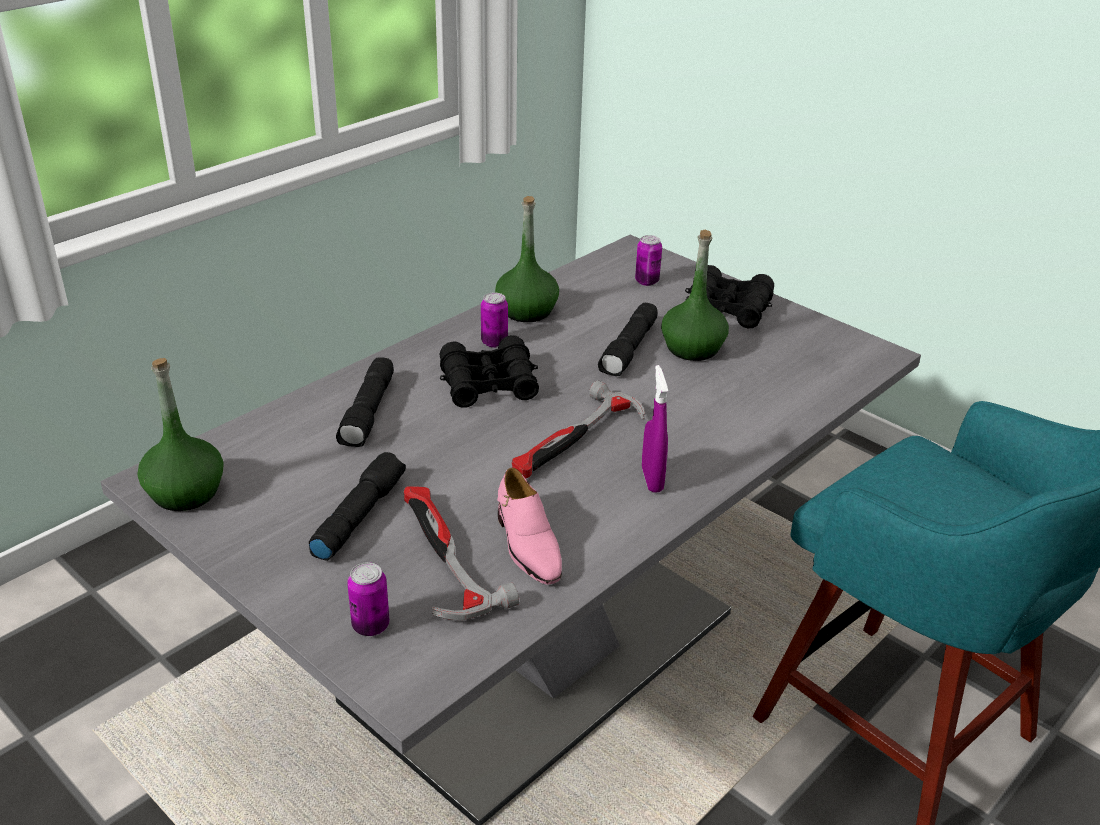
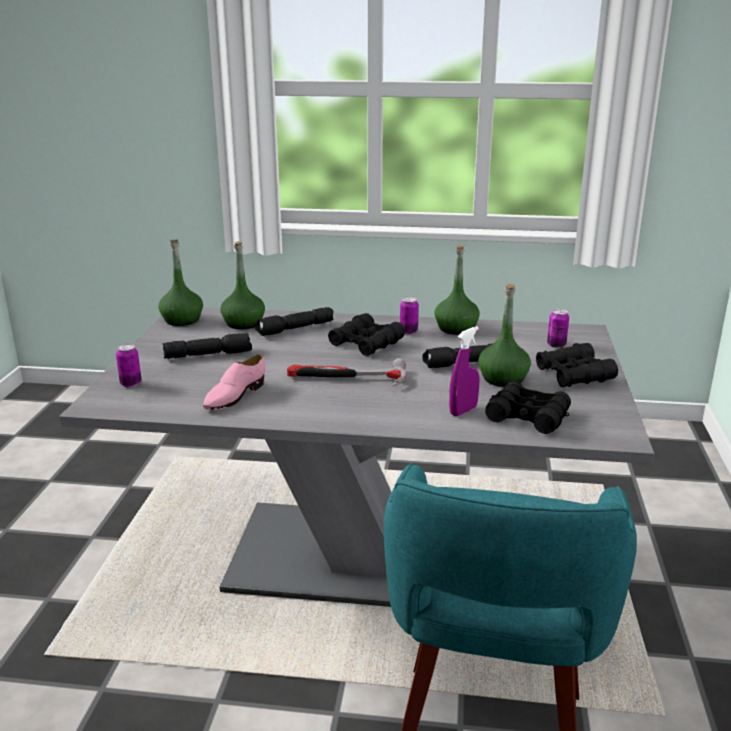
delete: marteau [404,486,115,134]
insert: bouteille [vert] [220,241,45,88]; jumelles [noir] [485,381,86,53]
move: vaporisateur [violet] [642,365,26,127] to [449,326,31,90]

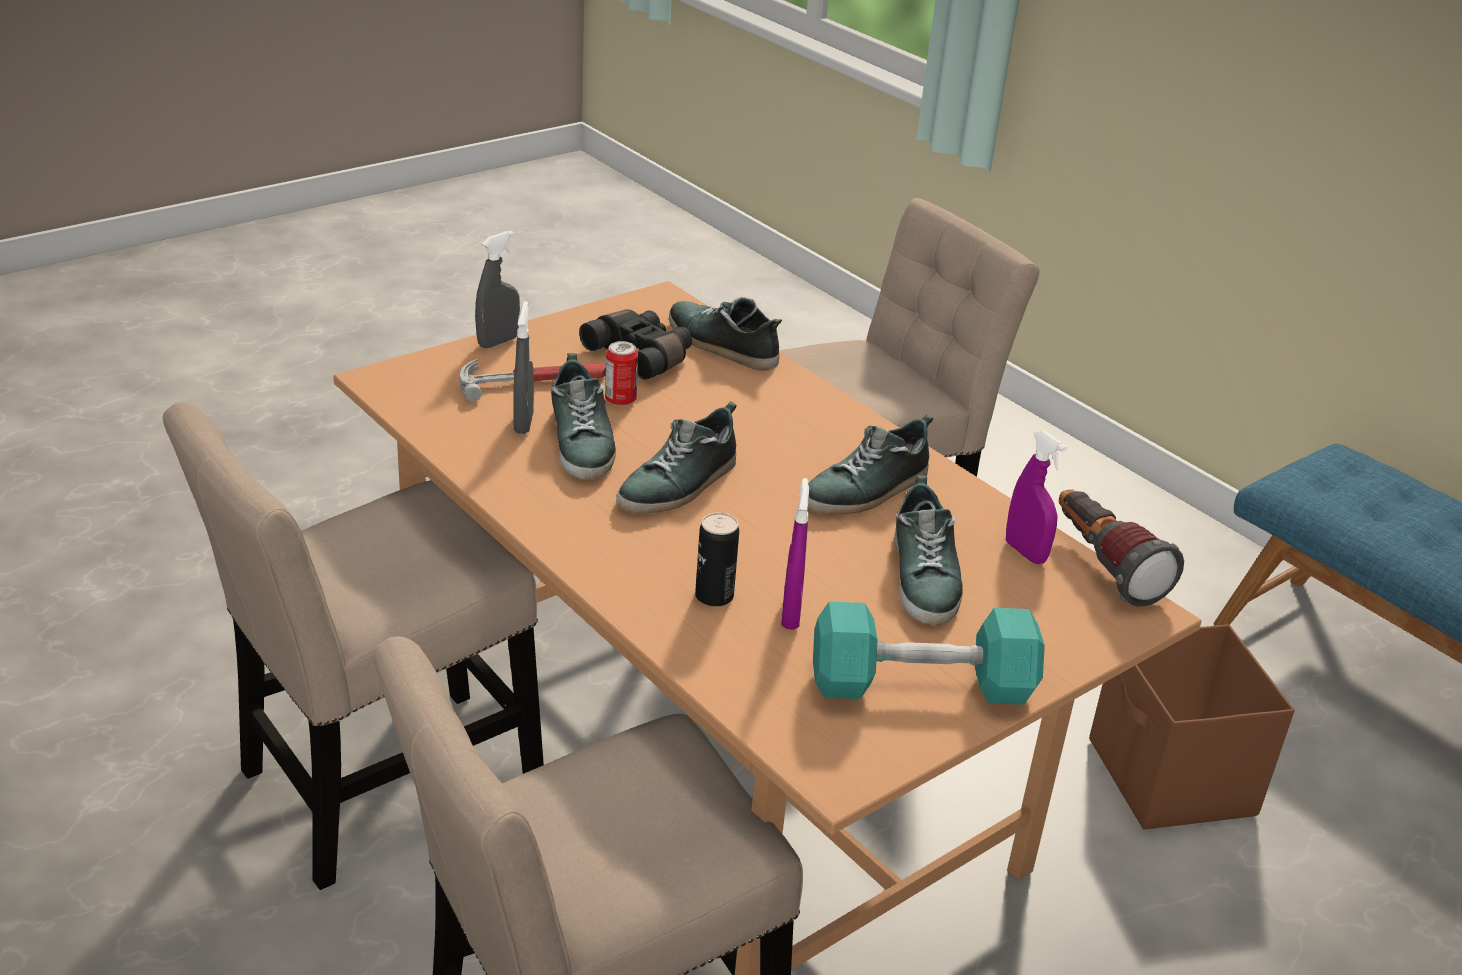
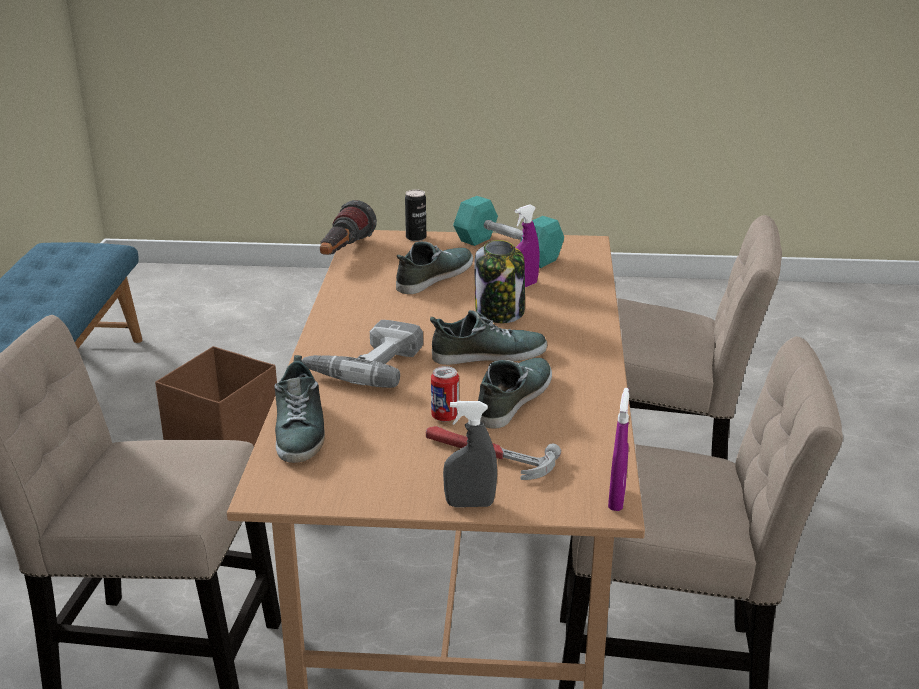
delete: vaporisateur [gris] [513,301,21,133]; jumelles [noir] [579,309,113,71]; chaussure [808,414,125,100]
insert: bocal [474,240,51,83]; perceuse [302,320,121,68]
move: vaporisateur [violet] [1006,430,61,134] to [608,388,21,123]; boîte métallique [695,512,44,95] to [405,189,21,52]

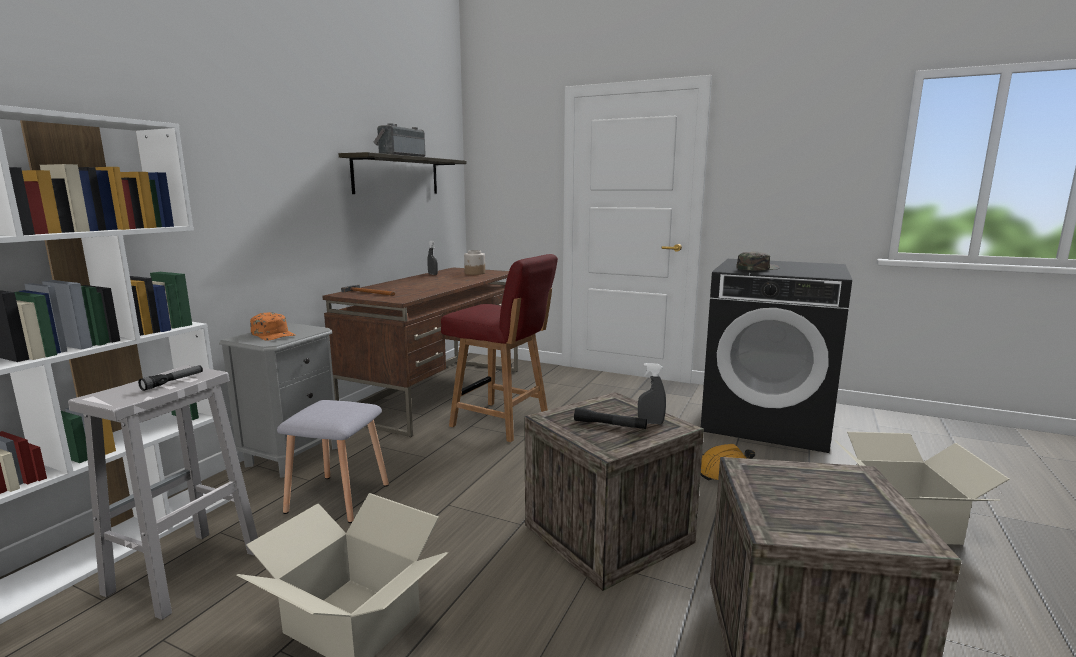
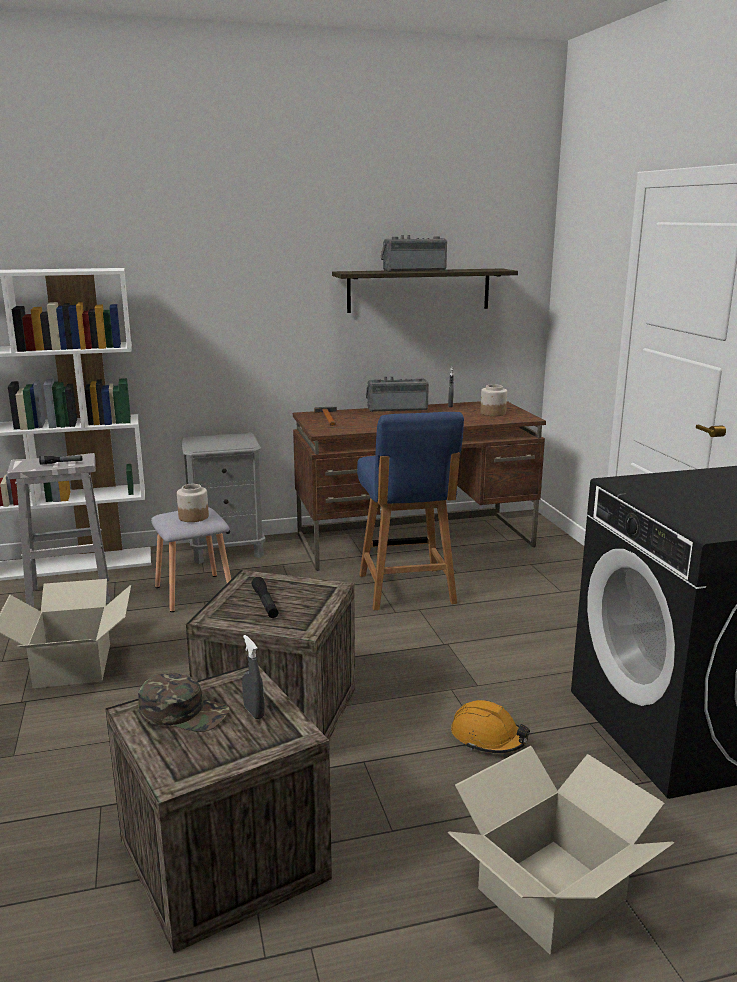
delete: casquette [orange] [250,312,45,29]
insert: radio [366,376,63,36]; bocal [177,484,32,38]
move: casquette [vert] [736,251,43,19] to [138,673,92,59]; vaporisateur [gris] [638,363,28,61] to [242,635,23,84]
recolor: chaise [rouge] [441,254,117,188] to chaise [bleu] [357,412,107,198]

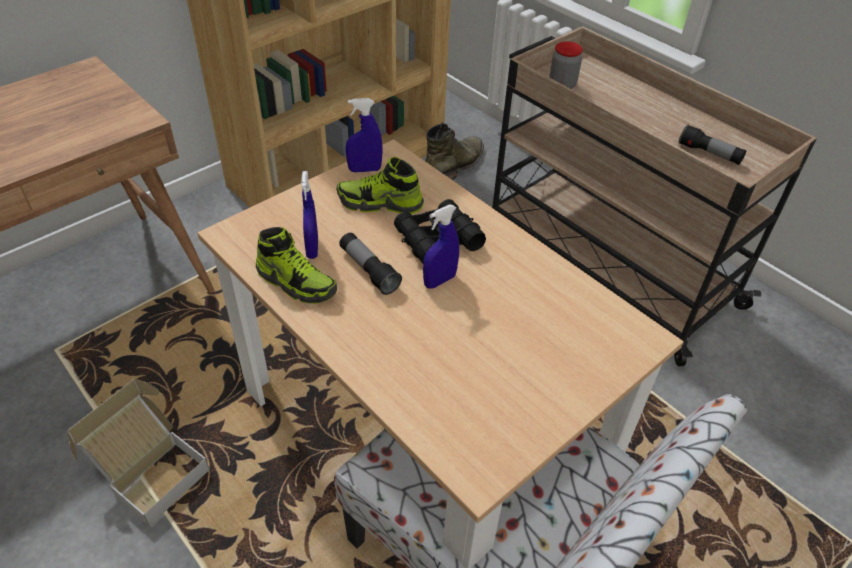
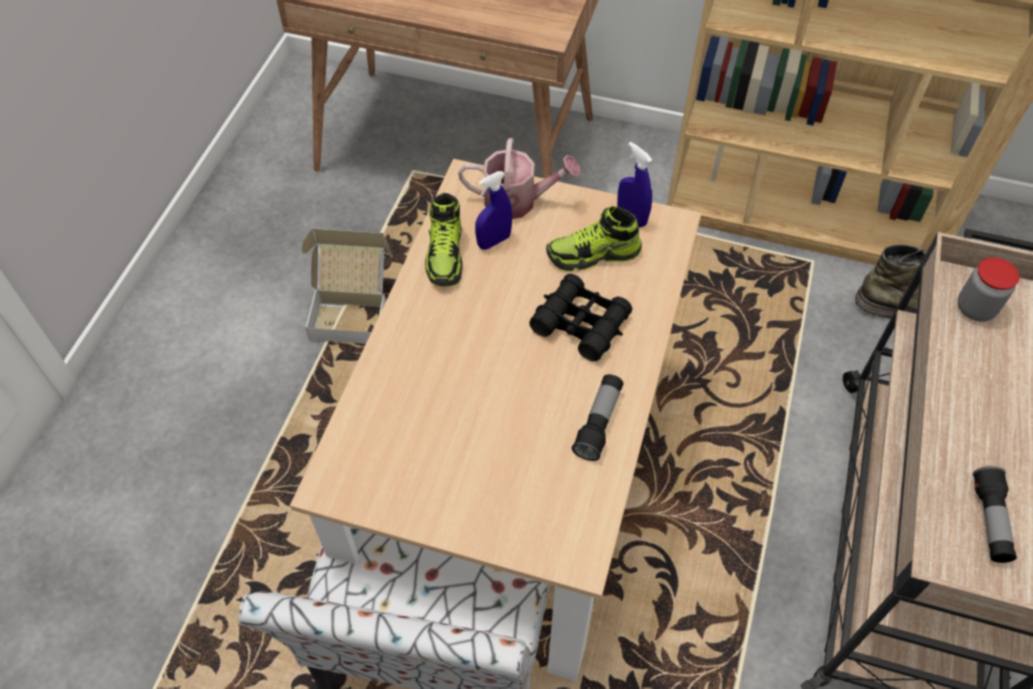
delete: vaporisateur [bleu] [423,205,36,84]
insert: arrosoir [458,138,123,81]
move: lampe de poche [339,233,63,62] to [572,374,52,87]
rotate: chaussure [336,157,88,57] = [546,206,96,65] 75 degrees counterclockwise

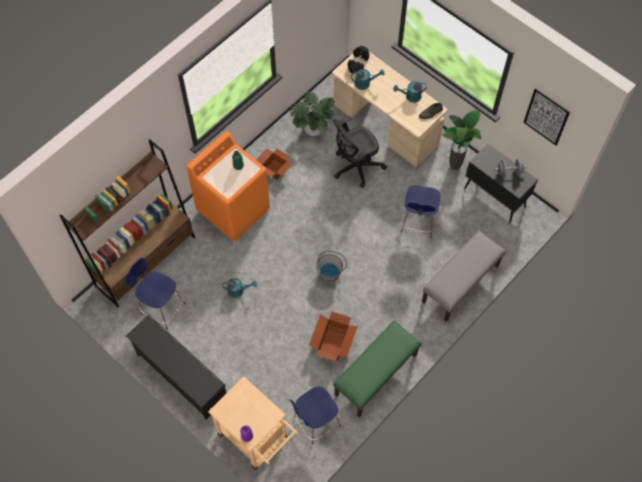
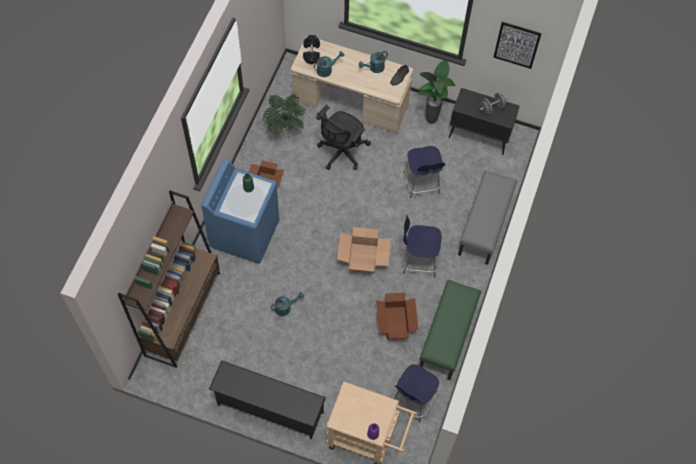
move: tabouret [bleu] [125,258,60,71] to [403,215,39,63]
replace: seau [gris] [316,251,32,32] to carton [337,227,54,46]
recolor: lave-linge [orange] [187,131,83,110] to lave-linge [bleu] [201,159,78,105]

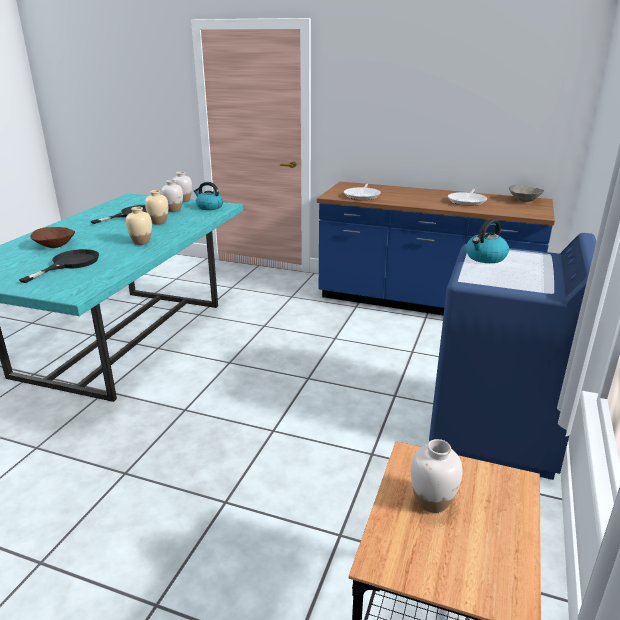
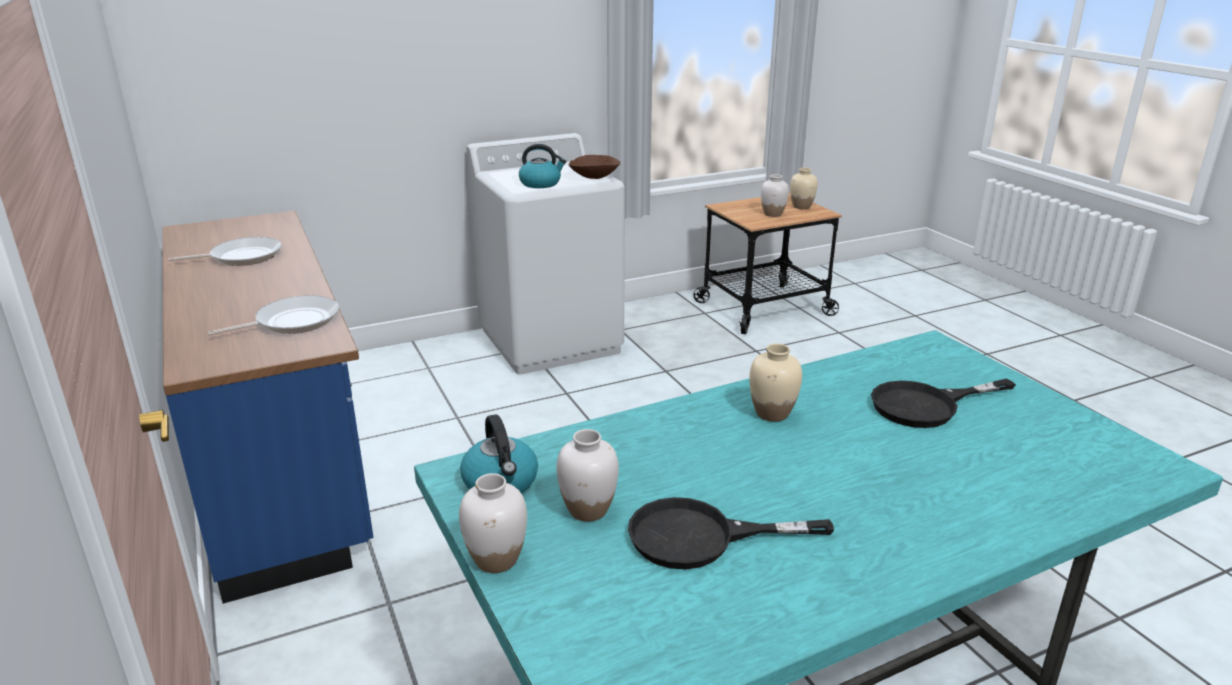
delete: bol [gris] [509,185,35,17]
move: vase [beige] [145,190,23,35] to [790,168,28,41]; bol [marron] [30,227,45,21] to [569,155,51,24]
recolor: lave-linge [bleu] [429,233,167,247] to lave-linge [blanc] [466,133,159,242]

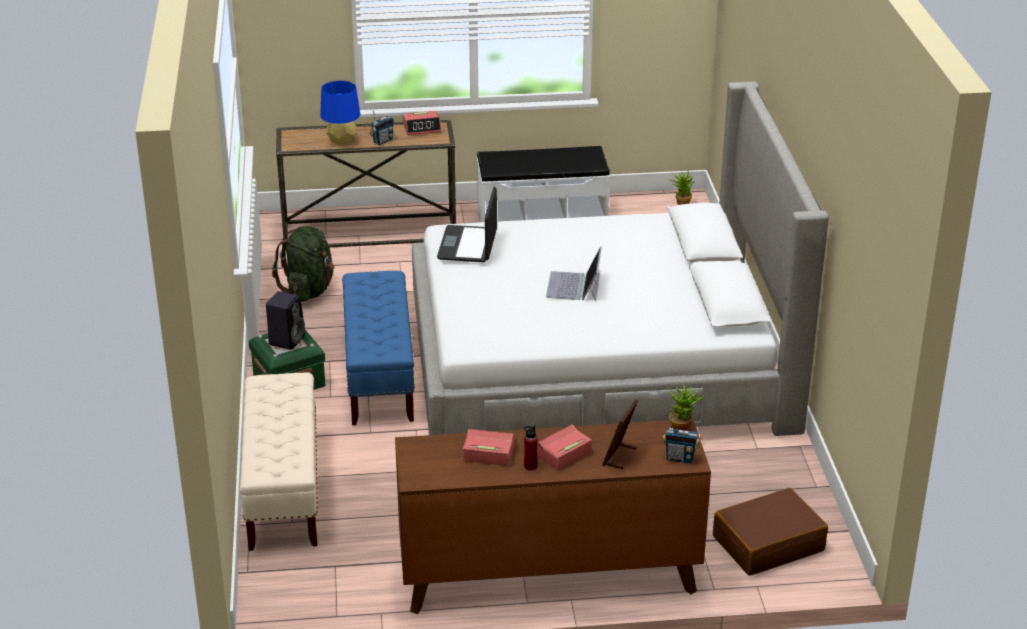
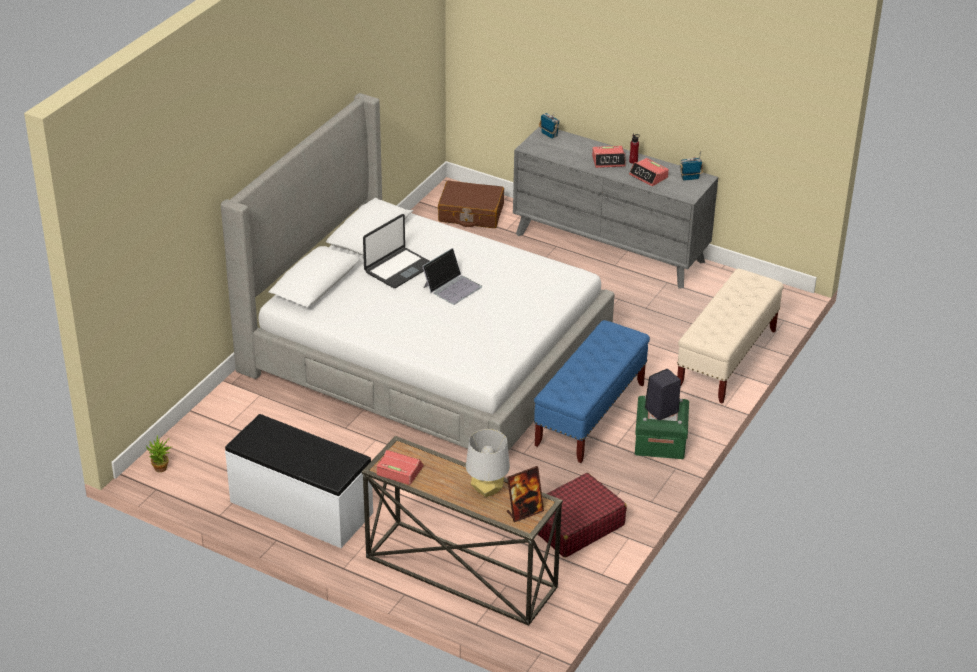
delete: plante en pot [666,385,38,46]
move: radio [369,111,25,34] to [679,151,24,30]; ordinateur portable [437,187,60,75] to [363,214,67,74]; cadre photo [602,399,36,70] to [507,466,37,56]
replace: sac à dos [vert] [272,226,63,76] to valise [rouge] [538,473,89,84]
recolor: lampe de table [bleu] [320,80,40,65] to lampe de table [gris] [466,429,44,68]; commode [marron] [395,419,316,195] to commode [gris] [513,127,205,161]

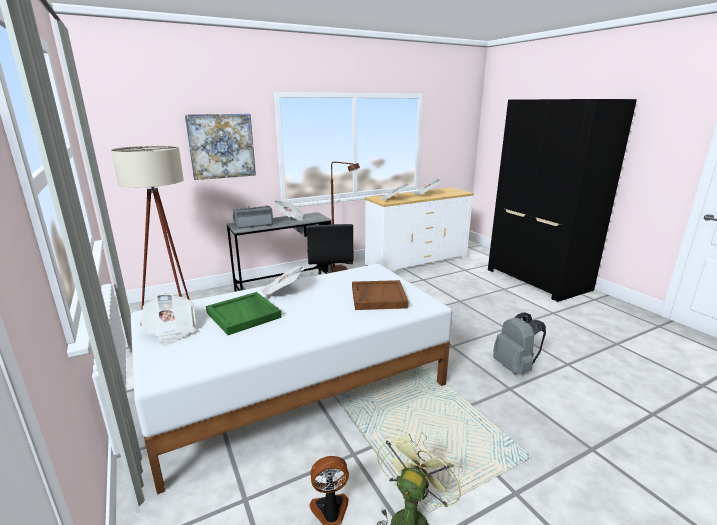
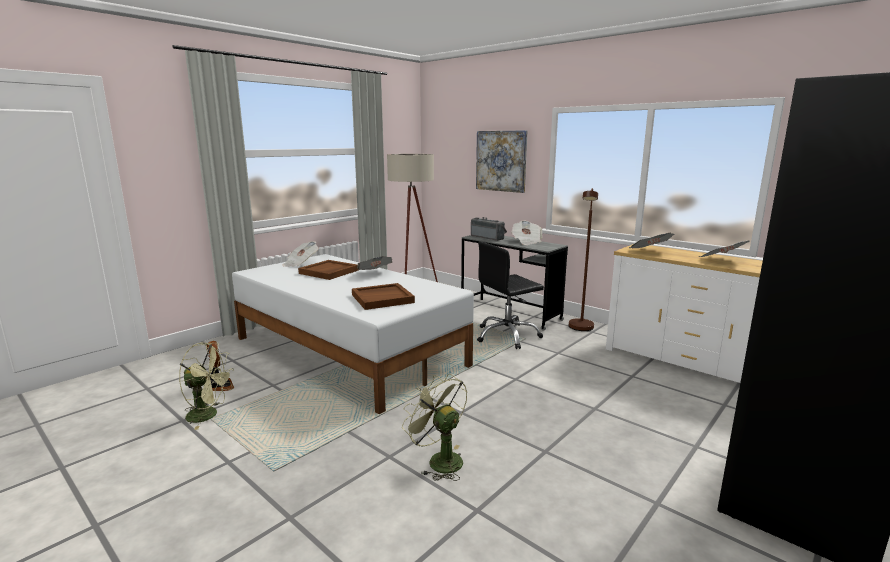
replace: sac à dos [gris] [493,312,53,63] to ventilateur [vert] [402,374,65,107]
recolor: plateau [vert] [206,292,76,43] to plateau [marron] [298,260,61,20]

